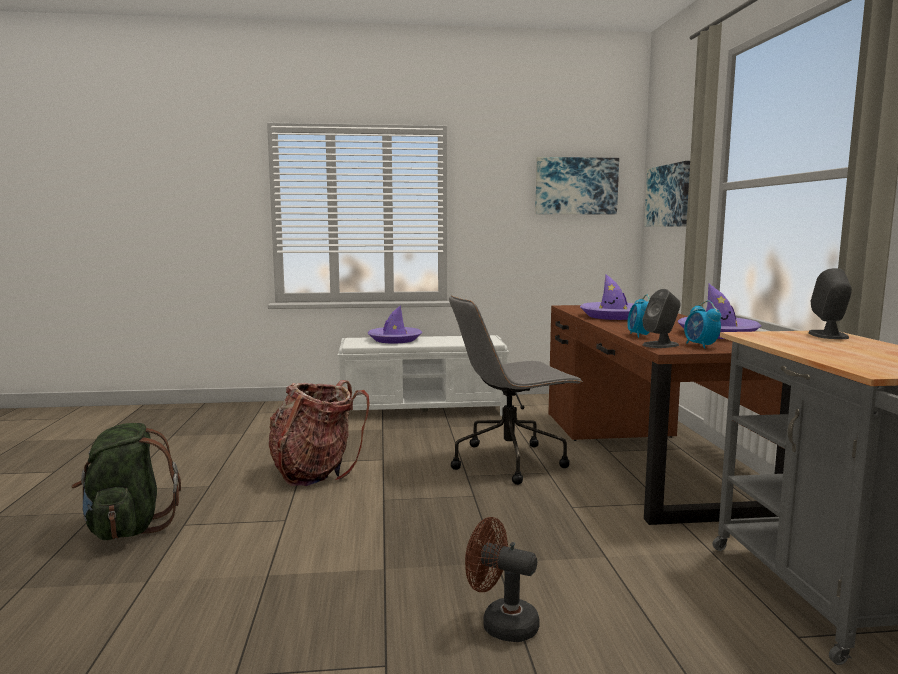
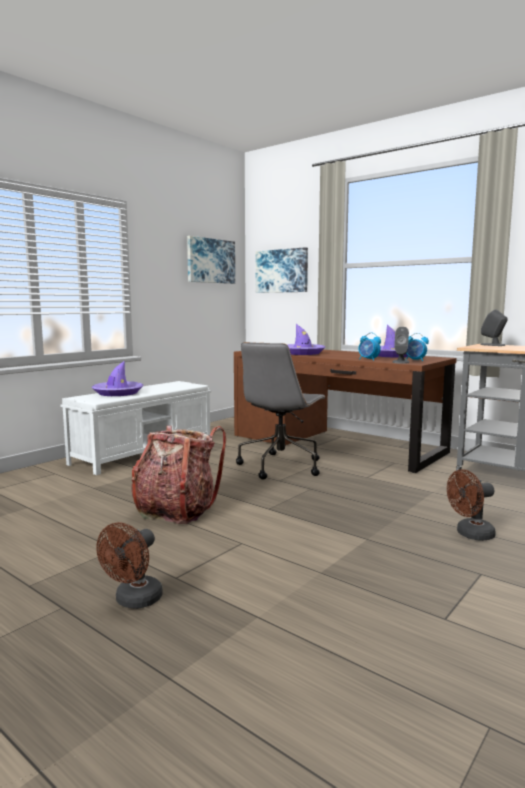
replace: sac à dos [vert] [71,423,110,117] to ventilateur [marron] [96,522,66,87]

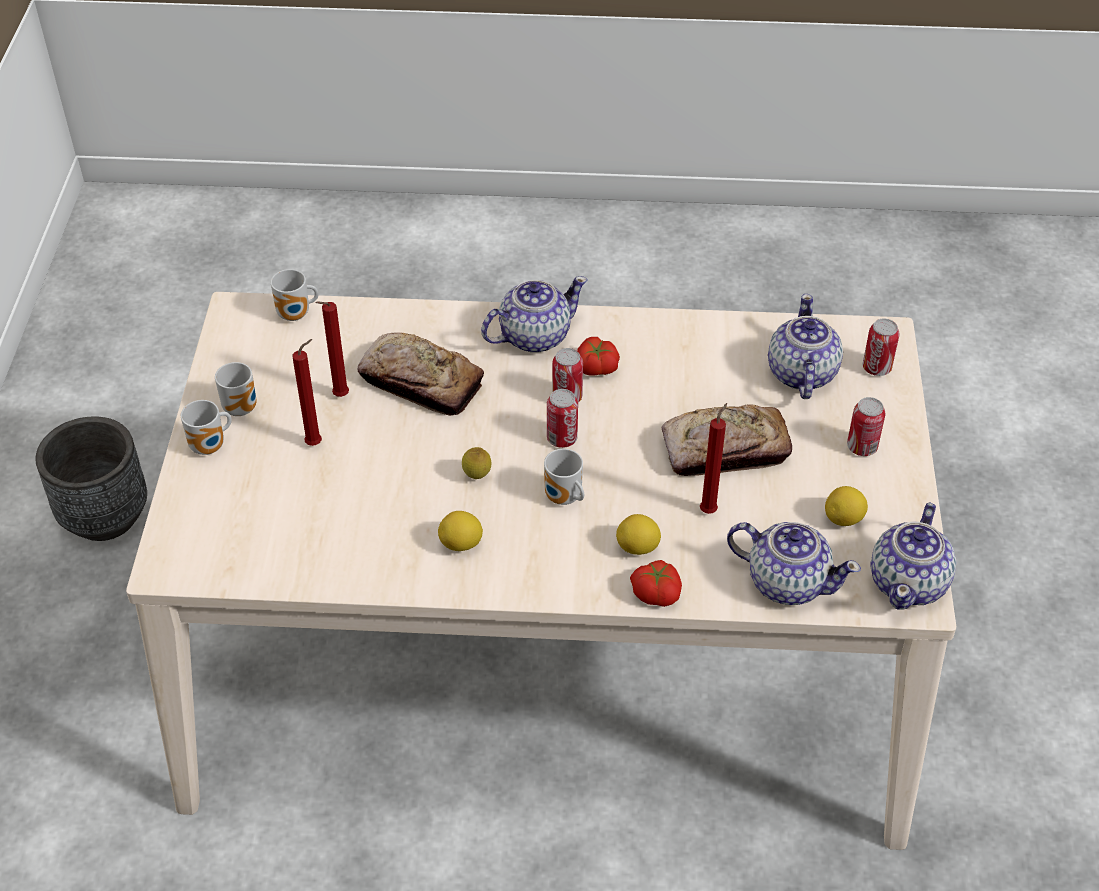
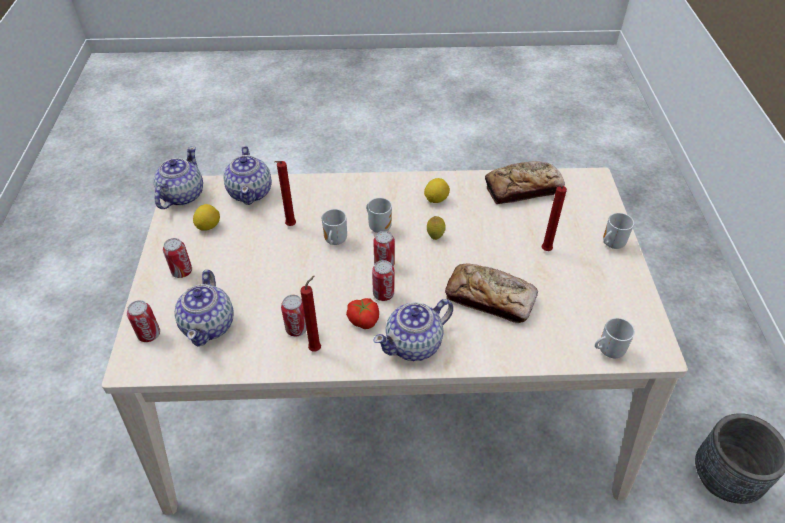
delete: citron [616,514,45,41]; tomate [630,560,52,47]
insert: boîte métallique [281,295,26,41]
move: bougie [rouge] [315,301,34,96] to [300,275,21,77]; mug [215,362,42,54] to [322,209,25,36]; pain [662,404,130,72] to [485,161,80,43]
rotate: théière [727,522,134,83] = [223,146,49,59] 120 degrees counterclockwise

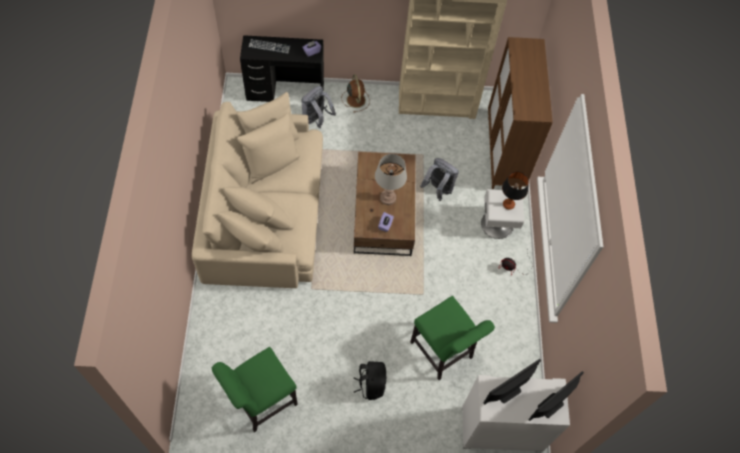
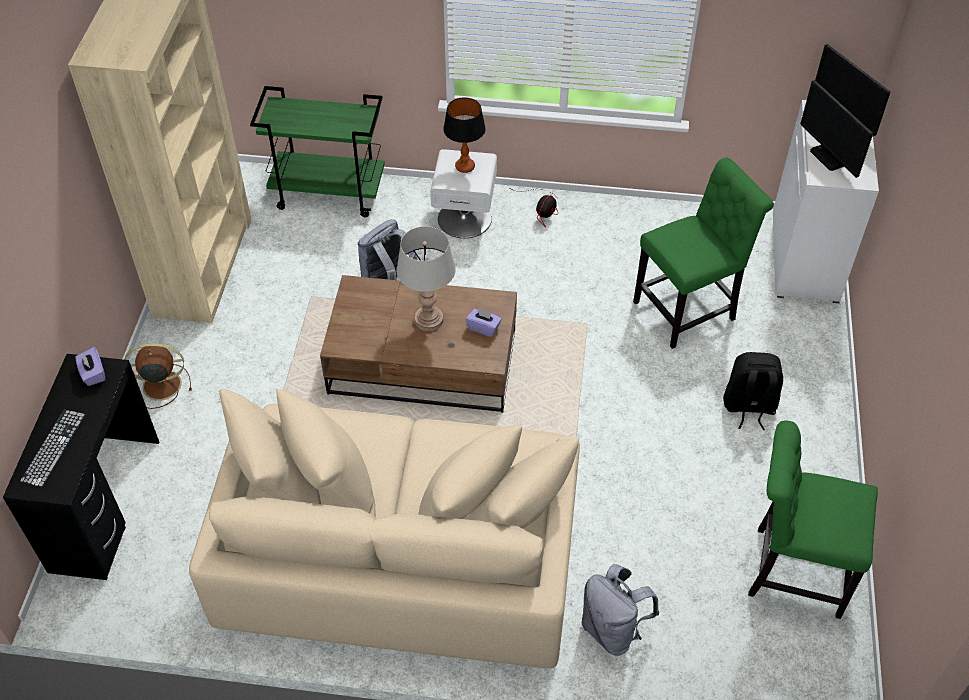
move: sac à dos [gris] [302,86,34,42] to [582,564,77,92]
replace: meuble de rangement [marron] [488,37,65,152] to chariot [vert] [250,86,135,131]
rotate: chaise [vert] [212,347,86,85] = [748,420,130,199] 135 degrees clockwise

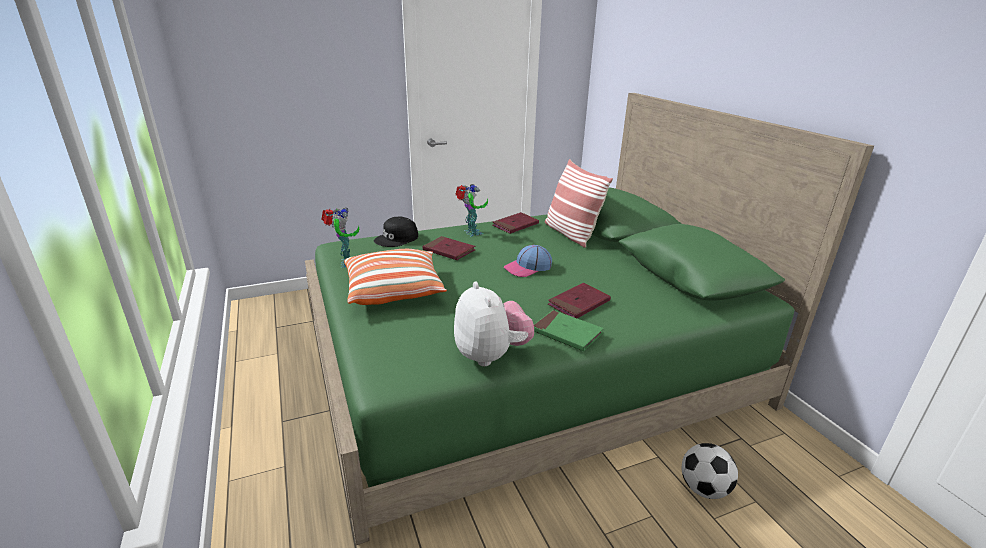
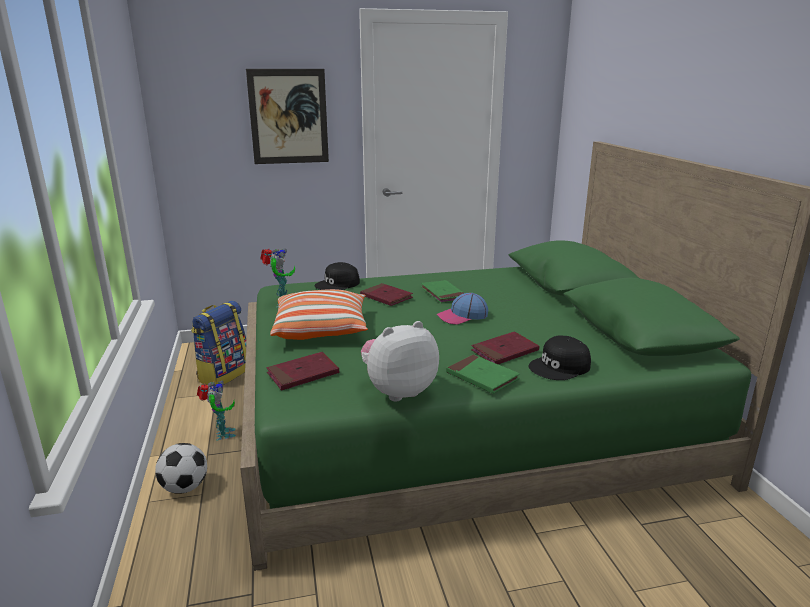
delete: coussin [545,159,68,89]
insert: tableau [246,69,83,95]; livre [vert] [421,280,43,23]; sac à dos [191,301,56,84]; casquette [noir] [529,336,62,44]
move: robot jouet [455,184,33,53] to [197,381,39,60]; livre [rouge] [492,212,47,22] to [266,352,73,39]; ballon de foot [682,443,56,56] to [155,443,52,51]
rotate: peluche [454,281,80,85] = [361,321,78,80] 105 degrees counterclockwise

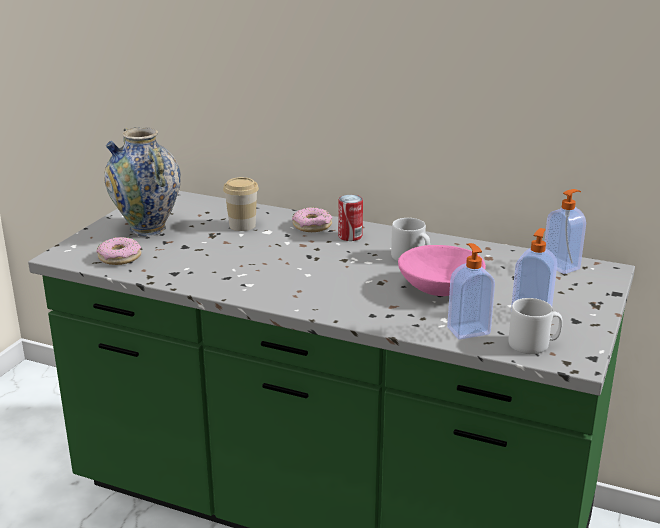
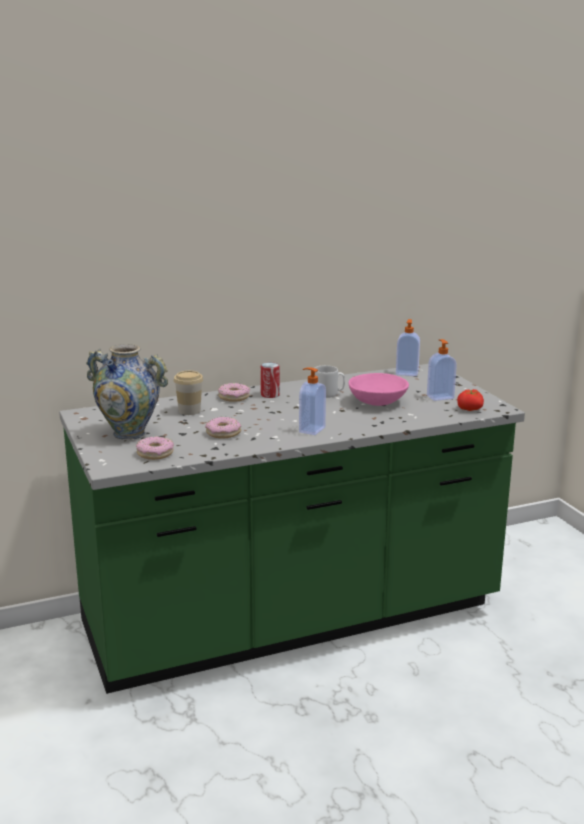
insert: beignet [205,417,36,22]
move: distributeur de savon [447,243,48,97] to [299,367,27,68]
replace: mug [gris] [508,298,55,56] to tomate [457,389,27,22]

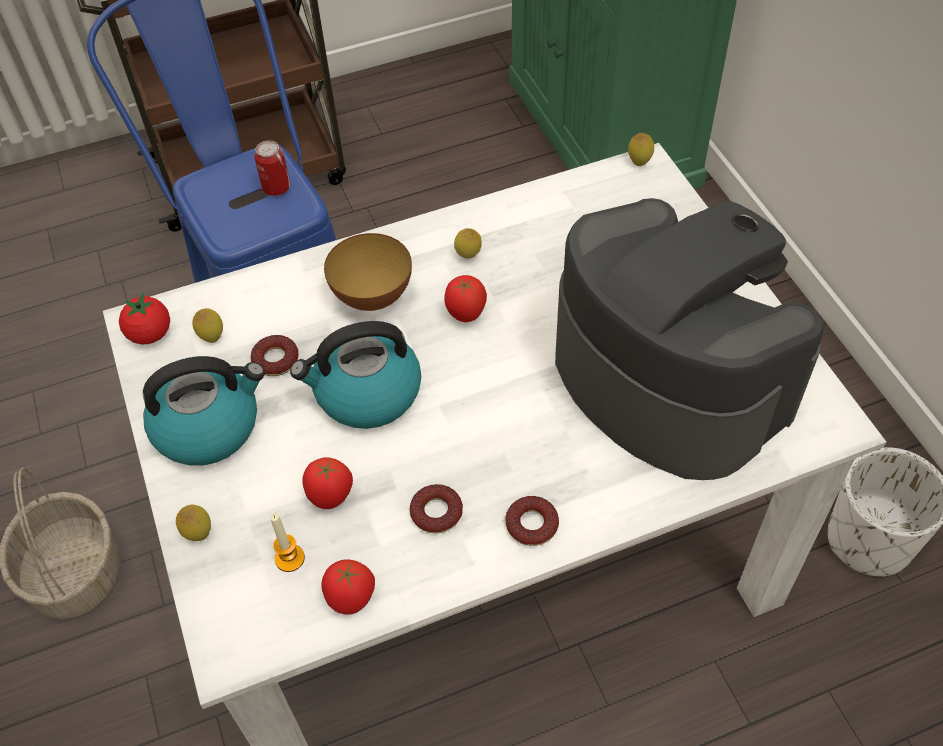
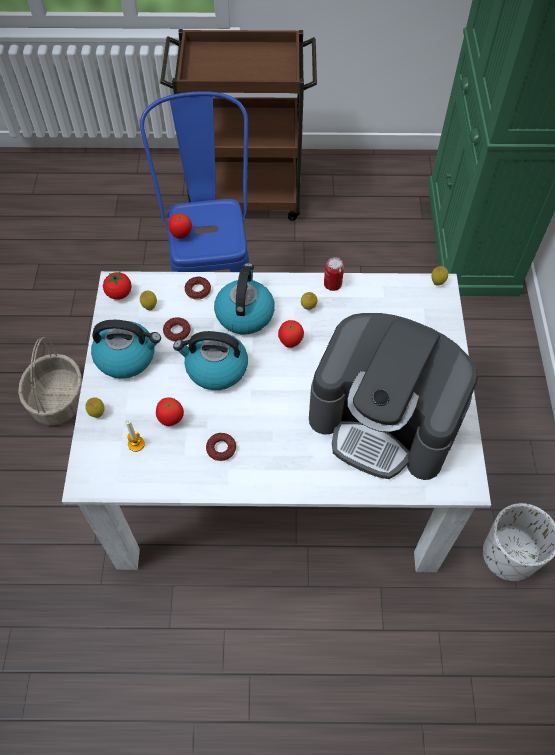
move: boîte métallique [254,140,36,56] to [324,257,20,34]; beignet [506,496,53,50] to [185,277,26,23]; tomate [321,559,54,56] to [169,213,23,26]
replace: bol [324,233,88,78] to bouilloire [214,263,61,71]
rotate: machine à café [555,198,269,282] = [309,313,169,167] 135 degrees clockwise

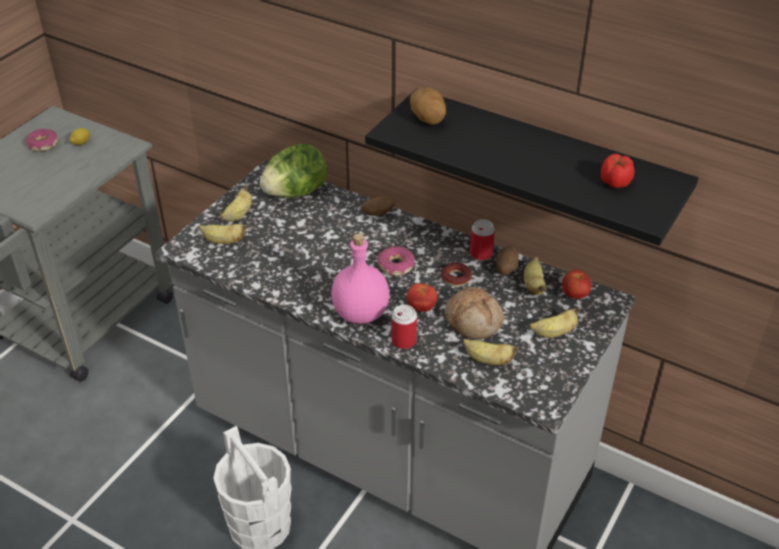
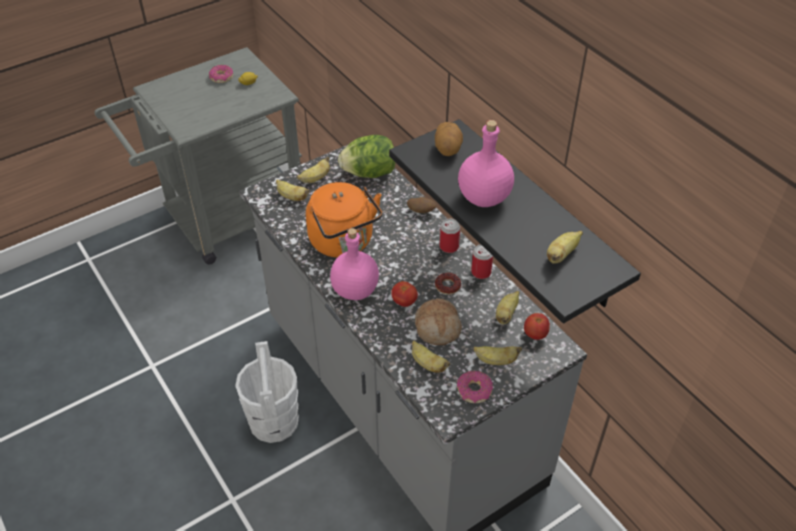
delete: pomme de terre [496,246,23,29]
insert: bouteille [rose] [458,120,56,87]; bouilloire [orange] [306,182,76,76]
move: beignet [377,246,38,30] to [457,371,36,32]; boîte métallique [391,305,26,44] to [440,219,20,34]
replace: tomate [601,154,33,34] to banane [547,231,36,33]

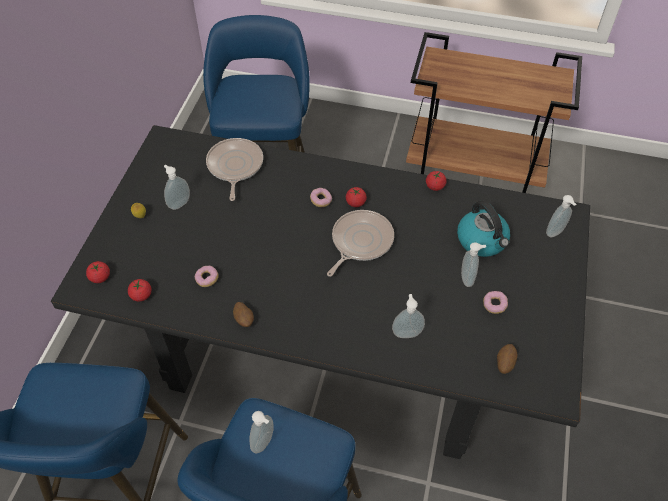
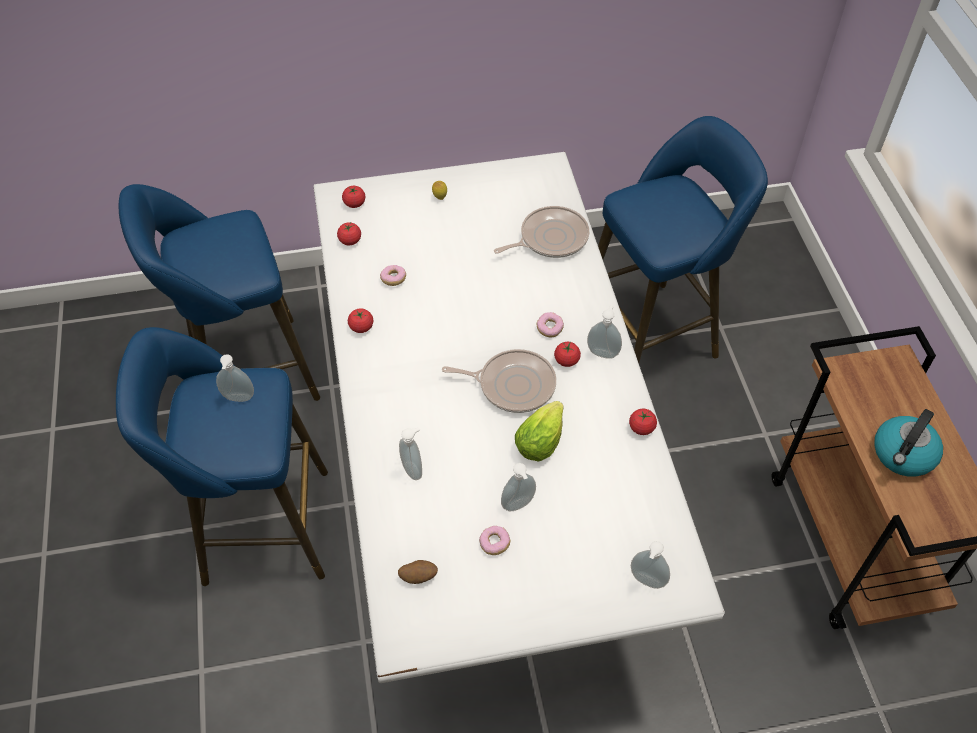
insert: laitue [515,401,49,61]
move: distributeur de savon [164,165,26,45] to [587,305,35,54]; bouilloire [457,201,53,56] to [874,409,69,68]
replace: pomme de terre [233,302,21,25] to tomate [348,309,25,24]
recolor: table à manger [noir] [51,125,539,334] to table à manger [blanc] [313,152,412,531]

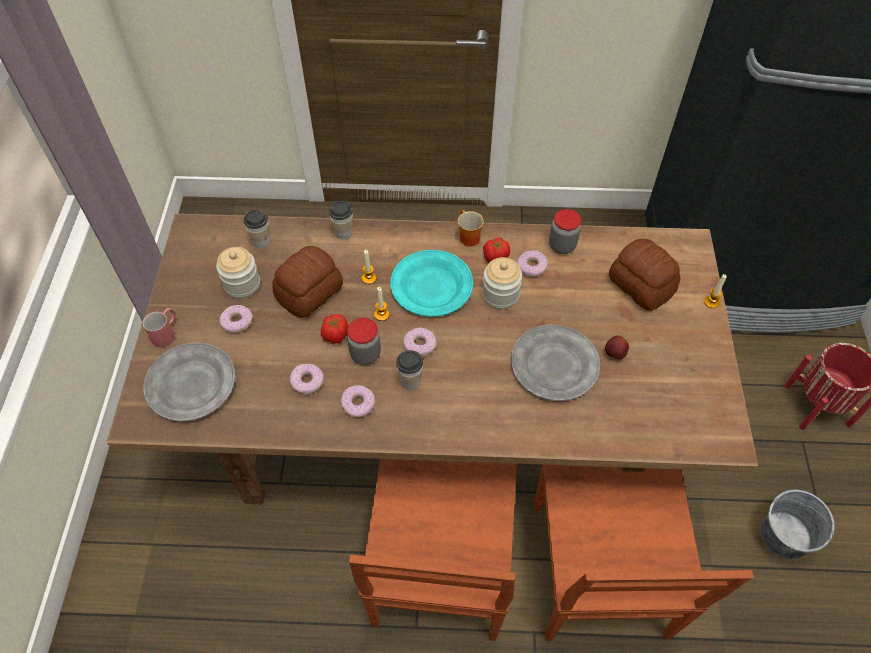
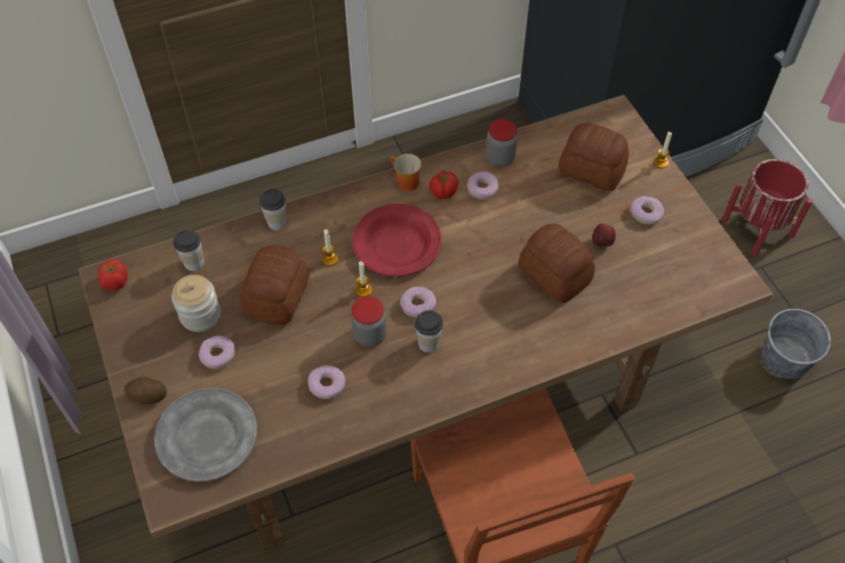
delete: bocal [482,257,40,53]; chaise [marron] [534,465,220,176]
move: tomate [321,314,27,30] to [98,259,30,31]; beignet [341,385,34,33] to [630,196,34,29]
replace: mug [rouge] [143,308,32,40] to pomme de terre [124,377,43,27]; assiette [gris] [511,325,89,76] to pain [518,224,77,79]
recolor: assiette [turquoise] [390,250,83,67] to assiette [rouge] [352,204,90,73]

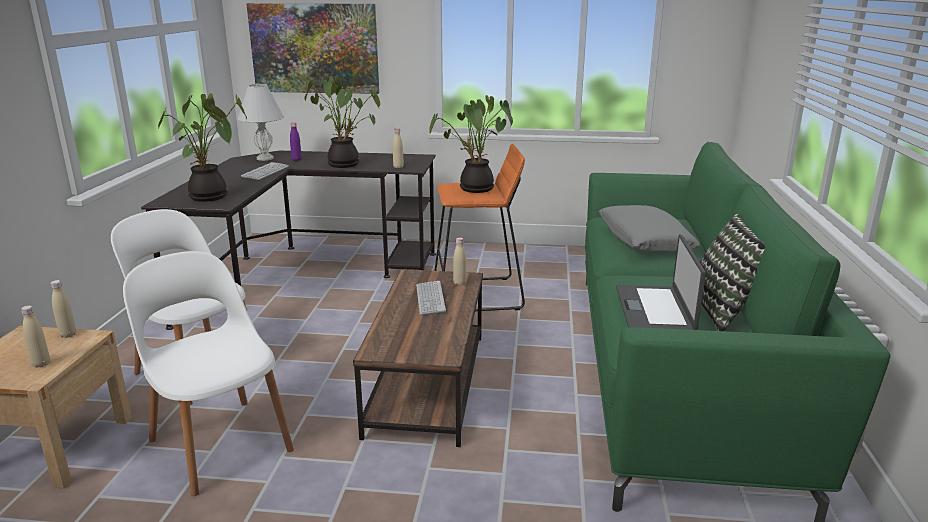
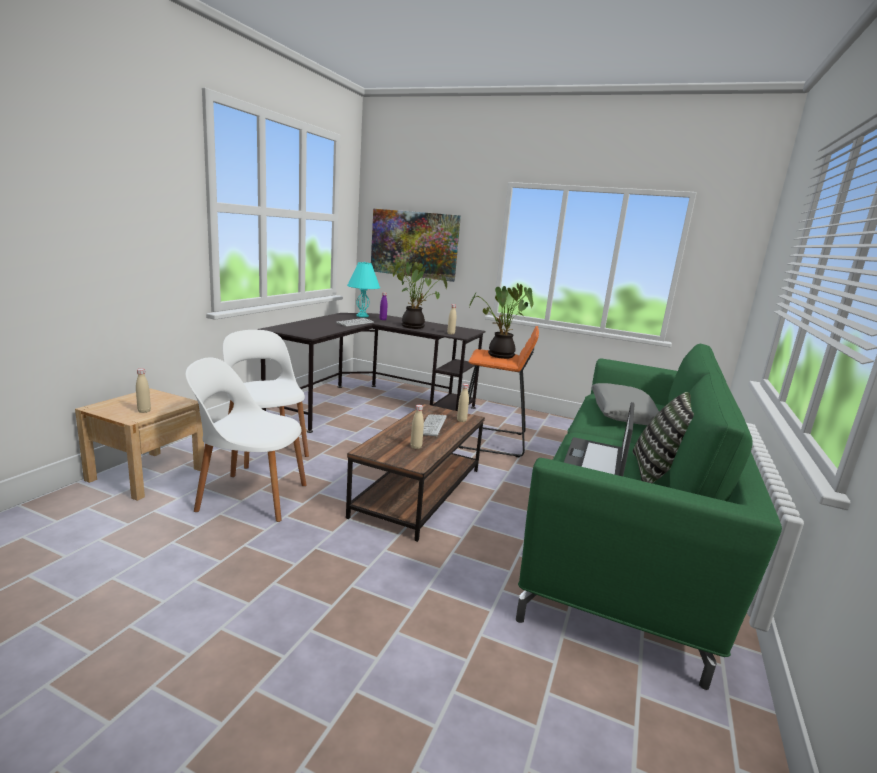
delete: plante en pot [158,93,89,109]
move: bouteille [beige] [50,280,26,58] to [410,405,14,44]
recolor: lampe de table [blanc] [237,83,47,78] to lampe de table [turquoise] [347,262,33,55]
rotate: chaise [blanc] [123,251,171,245] = [185,357,122,165] 60 degrees counterclockwise

